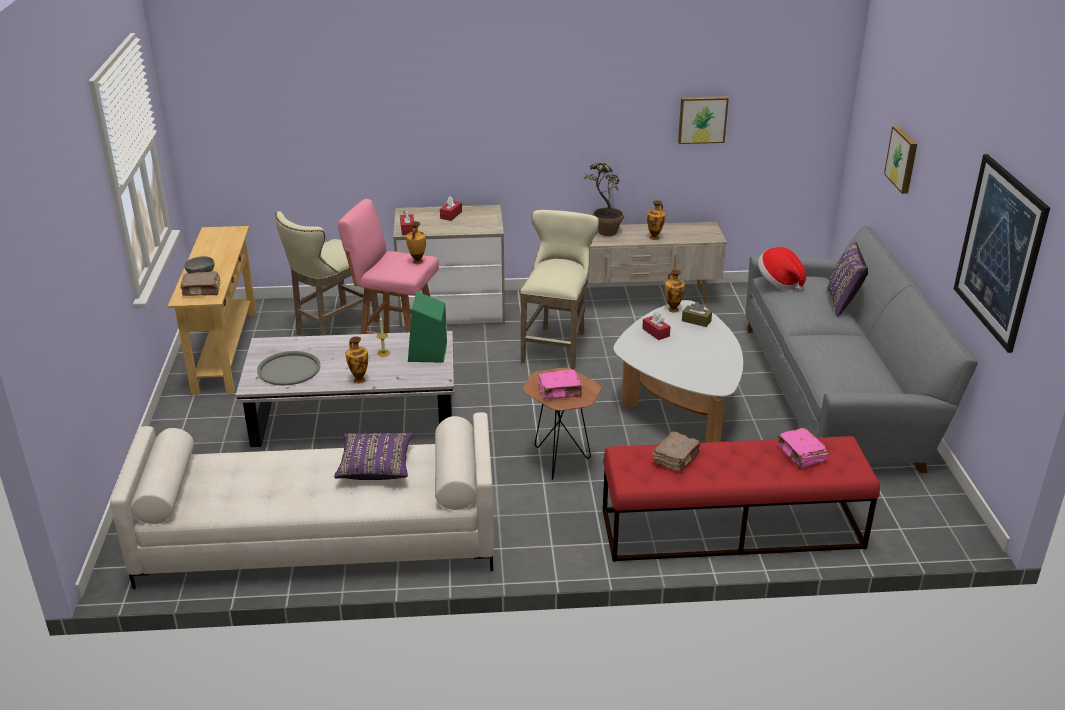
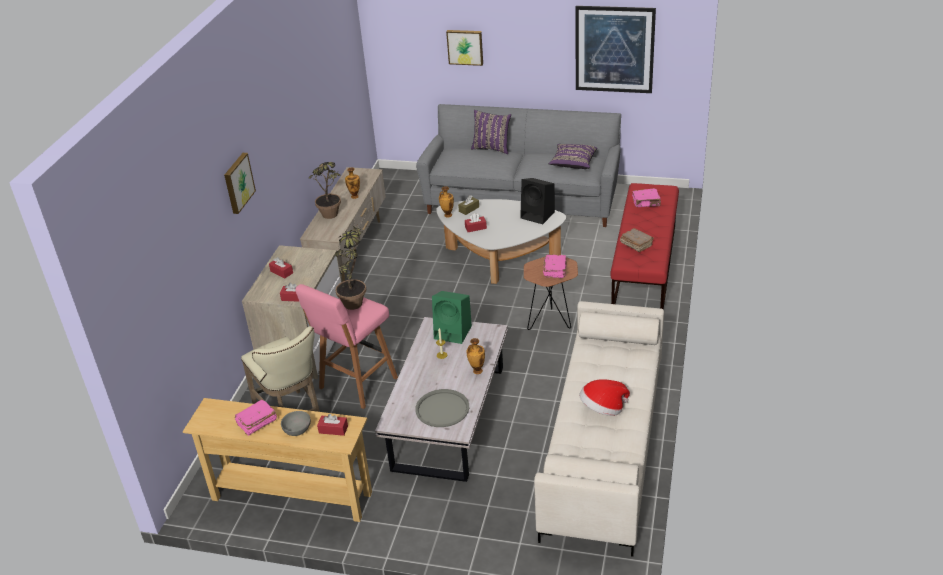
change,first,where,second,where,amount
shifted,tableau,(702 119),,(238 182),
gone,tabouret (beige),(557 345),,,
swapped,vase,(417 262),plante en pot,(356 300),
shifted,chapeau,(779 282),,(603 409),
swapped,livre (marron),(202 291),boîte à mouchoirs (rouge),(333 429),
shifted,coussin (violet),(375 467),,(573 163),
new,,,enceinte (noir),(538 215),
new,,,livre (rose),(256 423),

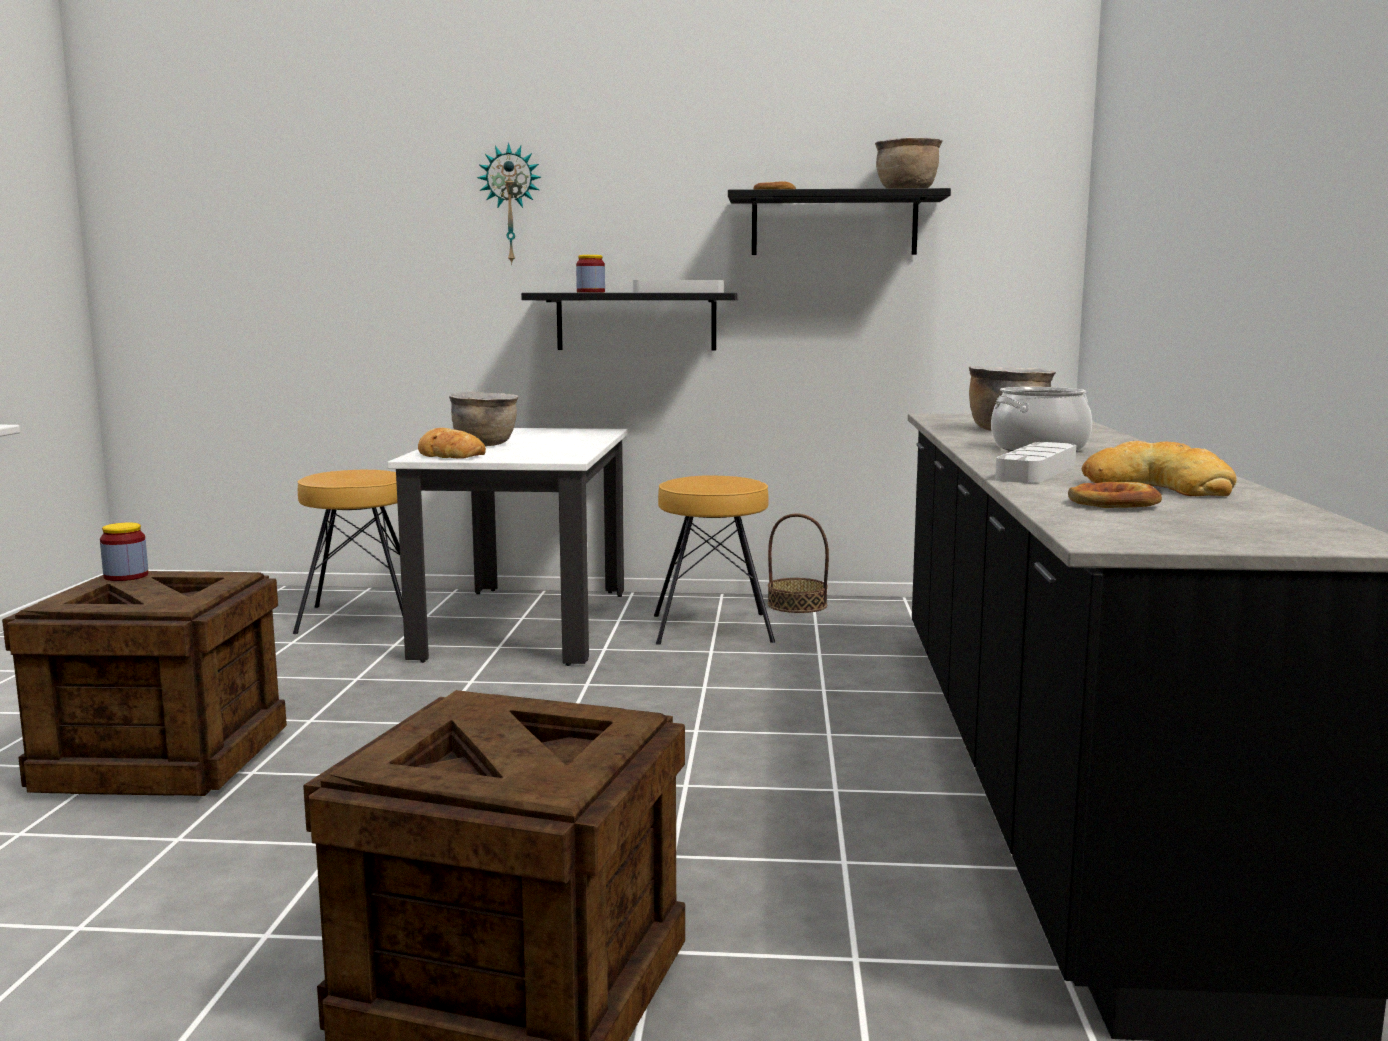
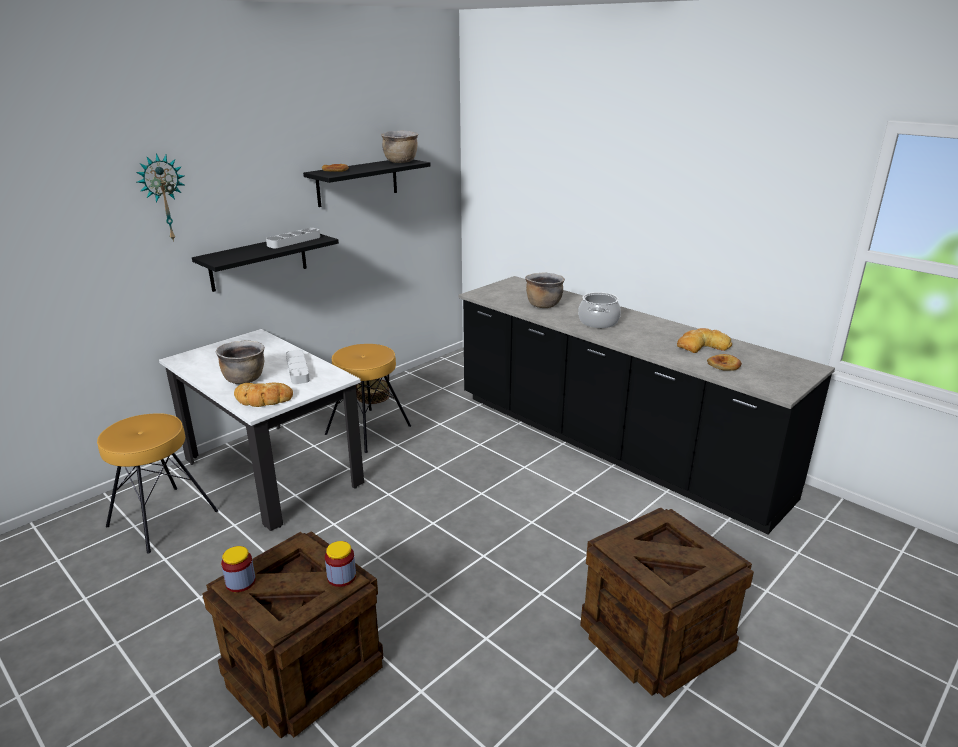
change,first,where,second,where,amount
shifted,bocal,(590 292),,(341 577),
shifted,plateau (gris),(1036 471),,(298 370),

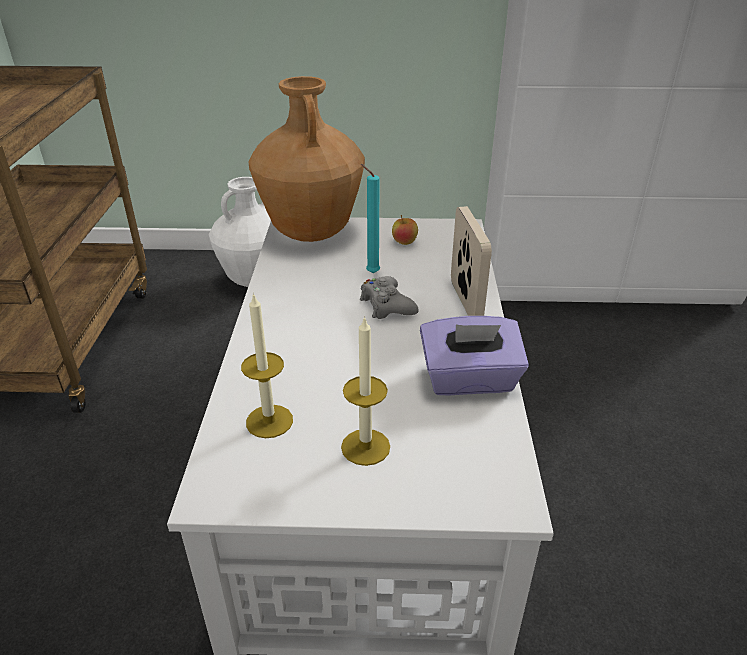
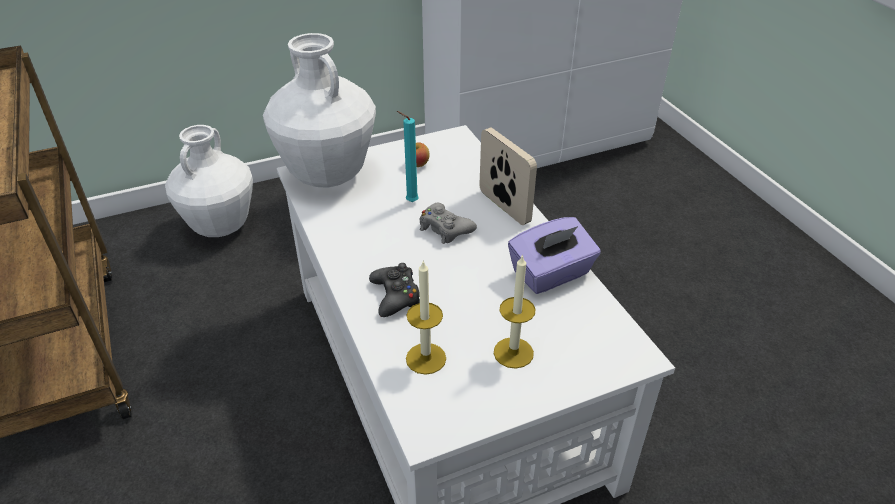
change,first,where,second,where,amount
repainted,vase (marron),(311 232),vase (blanc),(327 176),
new,,,manette (noir),(395 296),

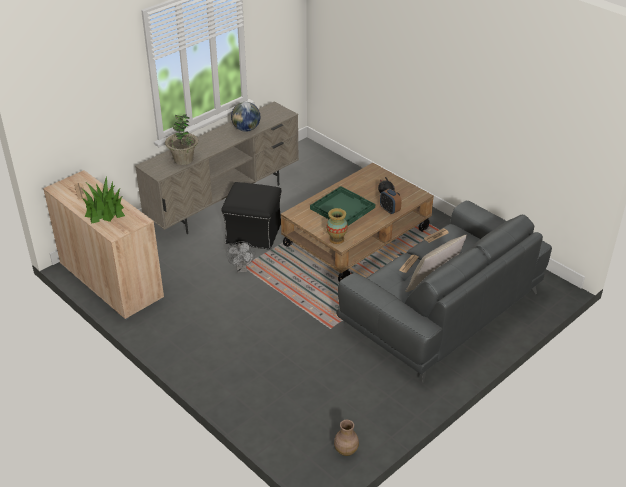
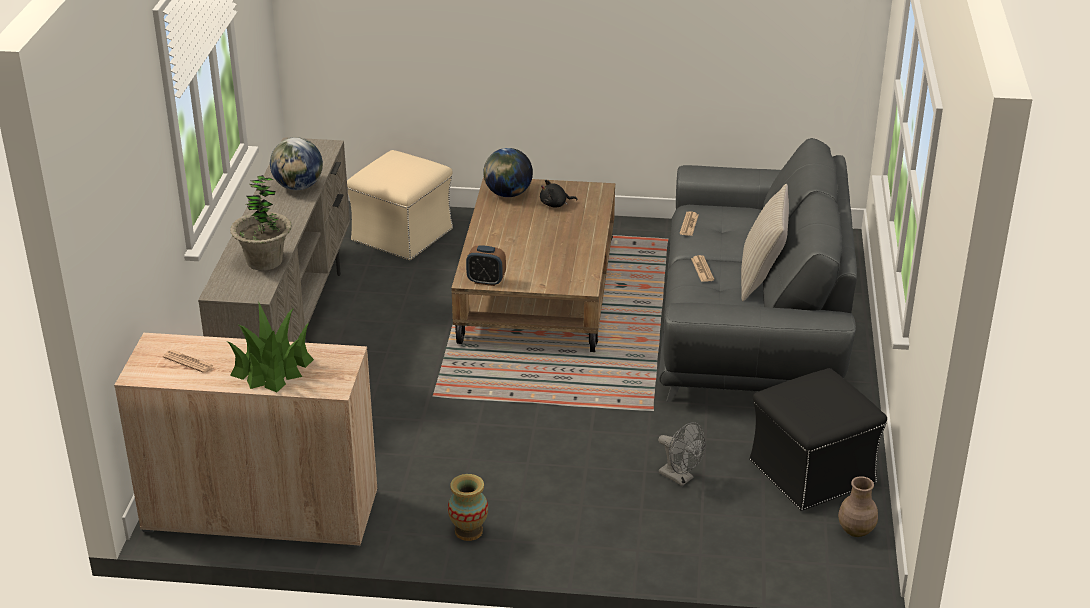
change,first,where,second,where,amount
shifted,pouf (noir),(253 233),,(811 473),
gone,plateau (vert),(342 207),,,
shifted,réveil,(389 210),,(486 281),
shifted,vase,(336 239),,(468 531),
shifted,ventilateur (gris),(241 269),,(680 478),
new,,,globe,(508 194),
new,,,pouf (beige),(403 234),

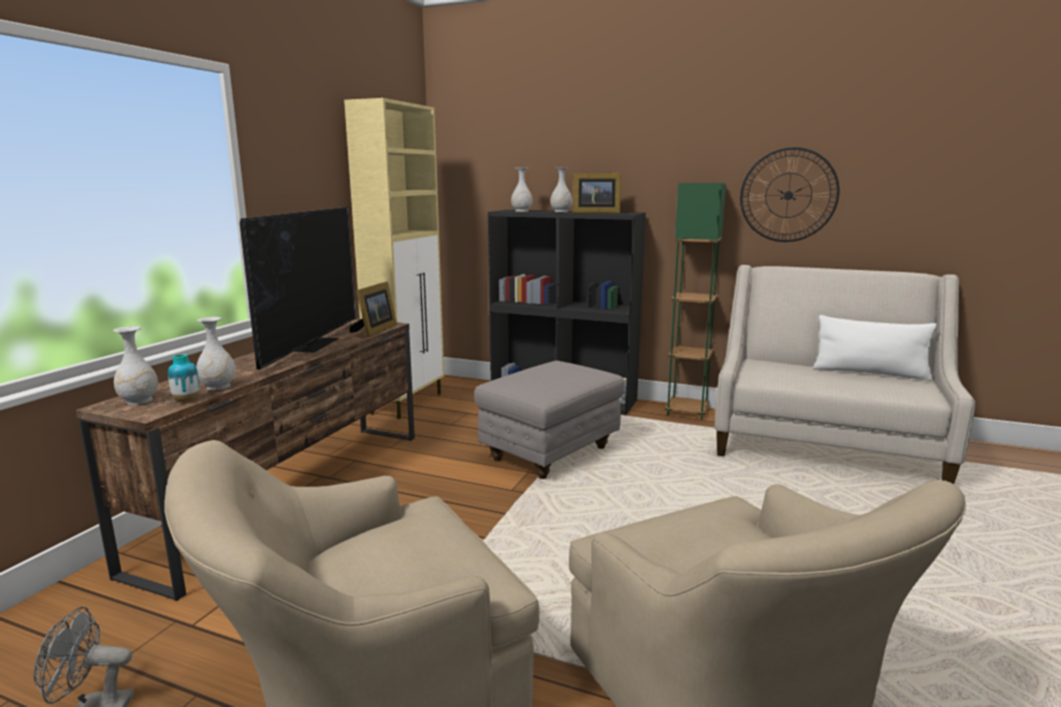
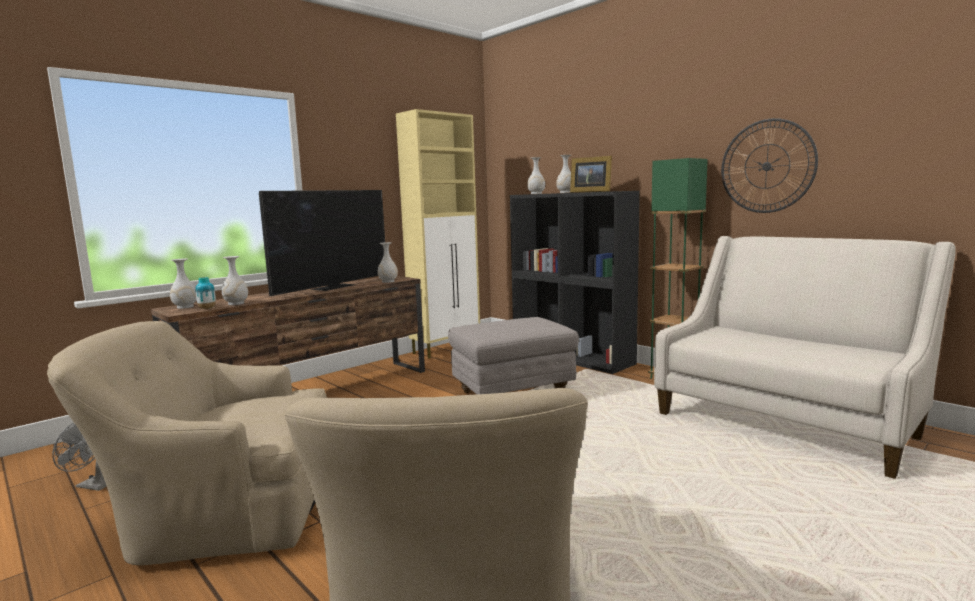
change,first,where,second,where,amount
swapped,cadre photo,(375 330),vase (blanc),(388 281),
gone,coussin (blanc),(869 373),,,

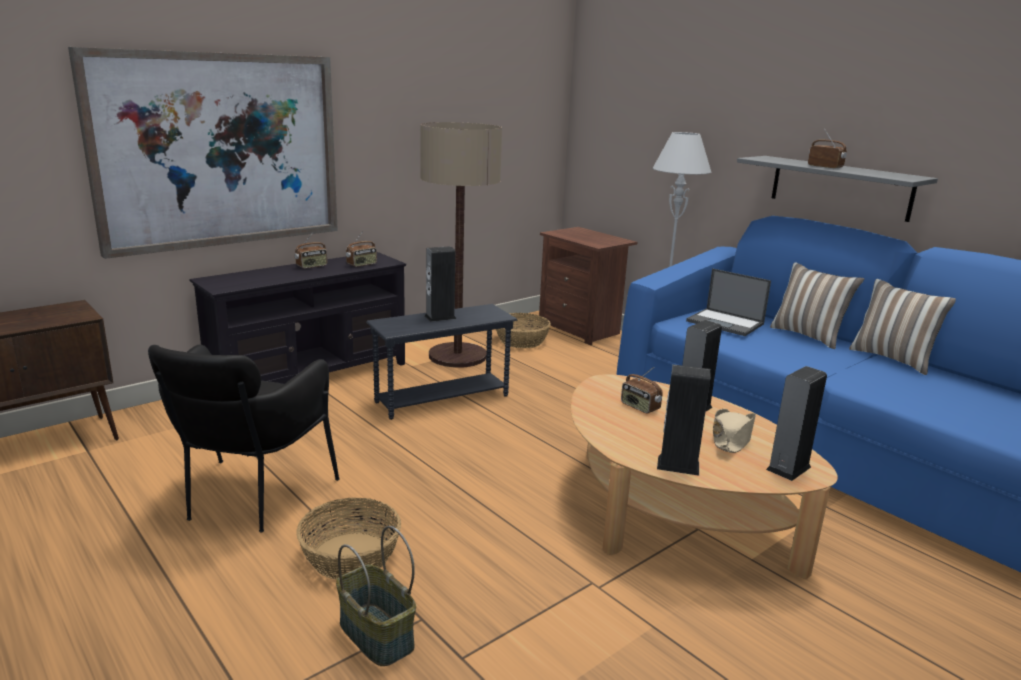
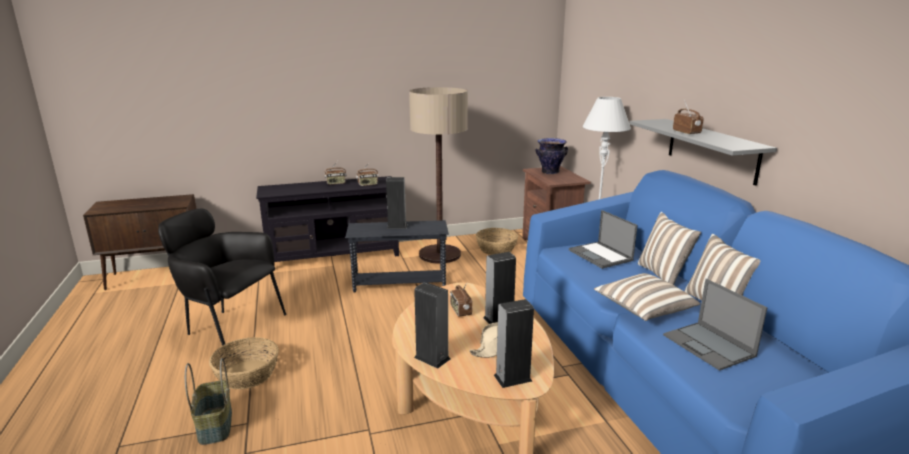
change,first,where,second,where,amount
gone,tableau,(219 150),,,
rotated,fauteuil (noir),(250 500),,(229 328),75 degrees clockwise
new,,,vase,(550 172),
new,,,coussin,(643 309),
new,,,ordinateur portable,(709 346),

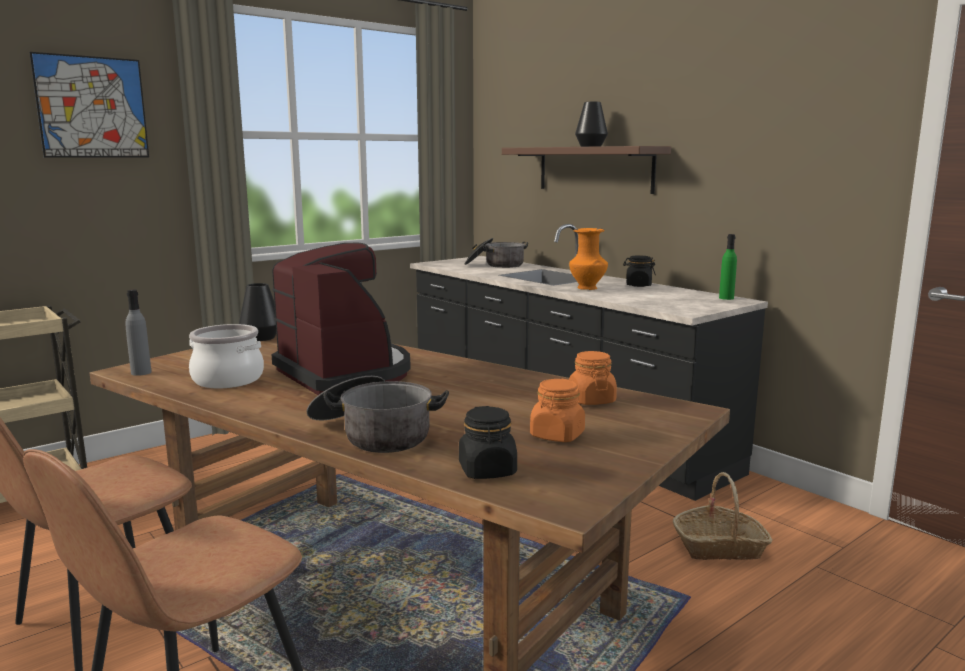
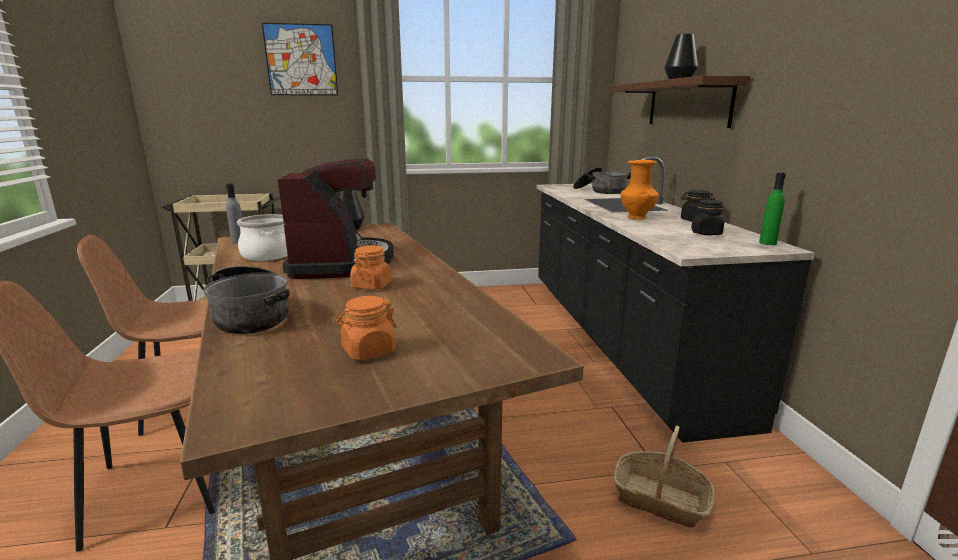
change,first,where,second,where,amount
shifted,bocal (orange),(591 400),,(371 285),
shifted,bocal (noir),(487 471),,(706 233),

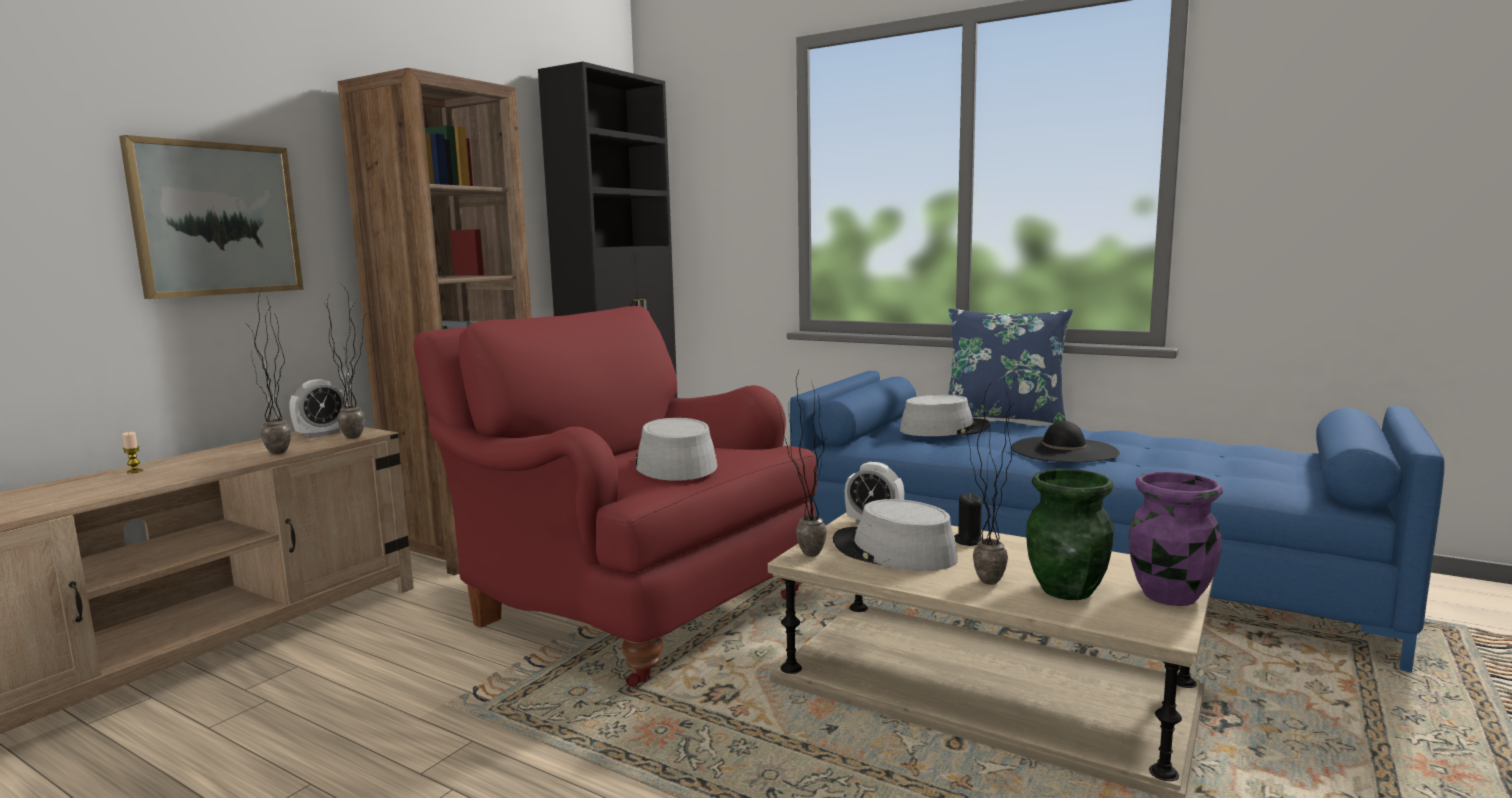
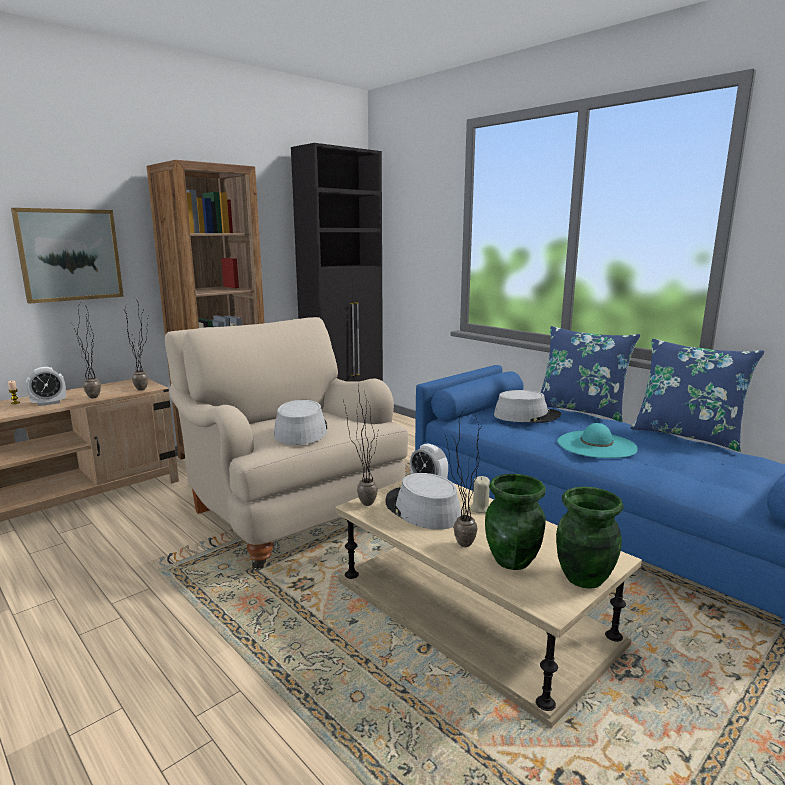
change,first,where,second,where,amount
repainted,fauteuil (rouge),(629 606),fauteuil (beige),(289 512),
shifted,réveil,(322 434),,(49 403),
repainted,chapeau (noir),(1064 450),chapeau (turquoise),(596 445),
repainted,vase (violet),(1169 596),vase (vert),(583 578),
repainted,bougie (noir),(968 541),bougie (beige),(480 509),
new,,,coussin (bleu),(687 435),

